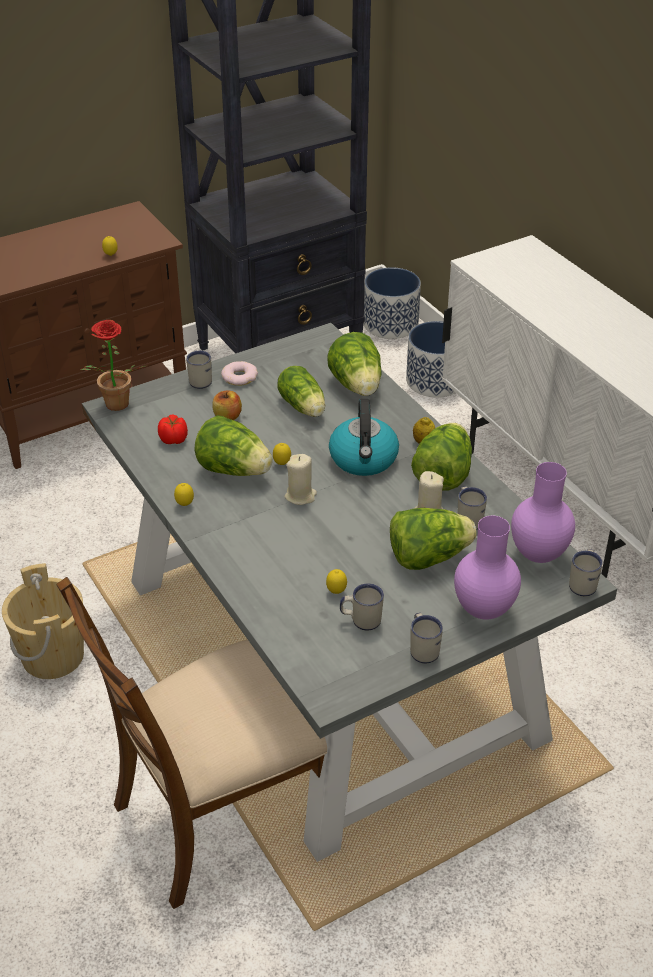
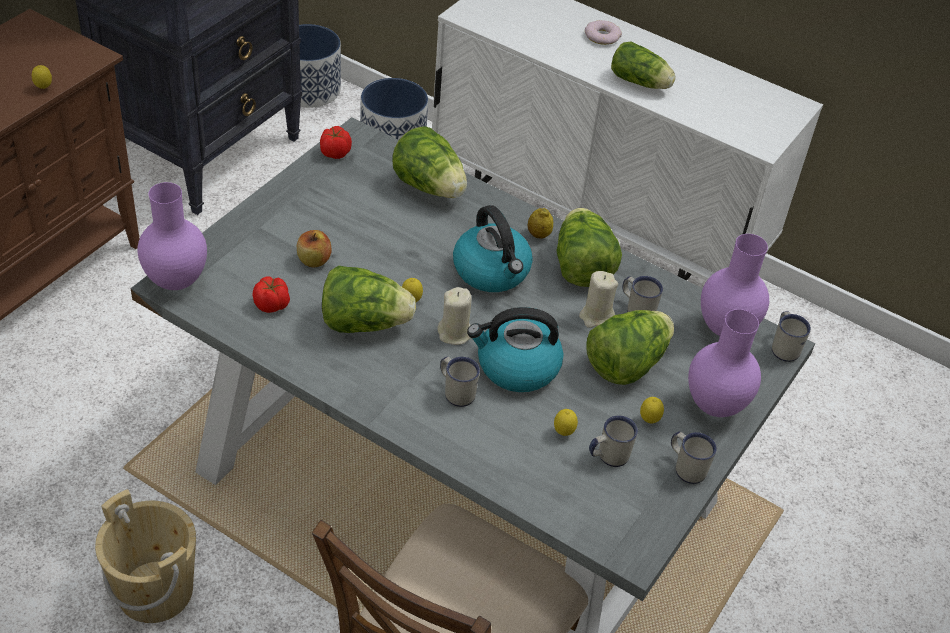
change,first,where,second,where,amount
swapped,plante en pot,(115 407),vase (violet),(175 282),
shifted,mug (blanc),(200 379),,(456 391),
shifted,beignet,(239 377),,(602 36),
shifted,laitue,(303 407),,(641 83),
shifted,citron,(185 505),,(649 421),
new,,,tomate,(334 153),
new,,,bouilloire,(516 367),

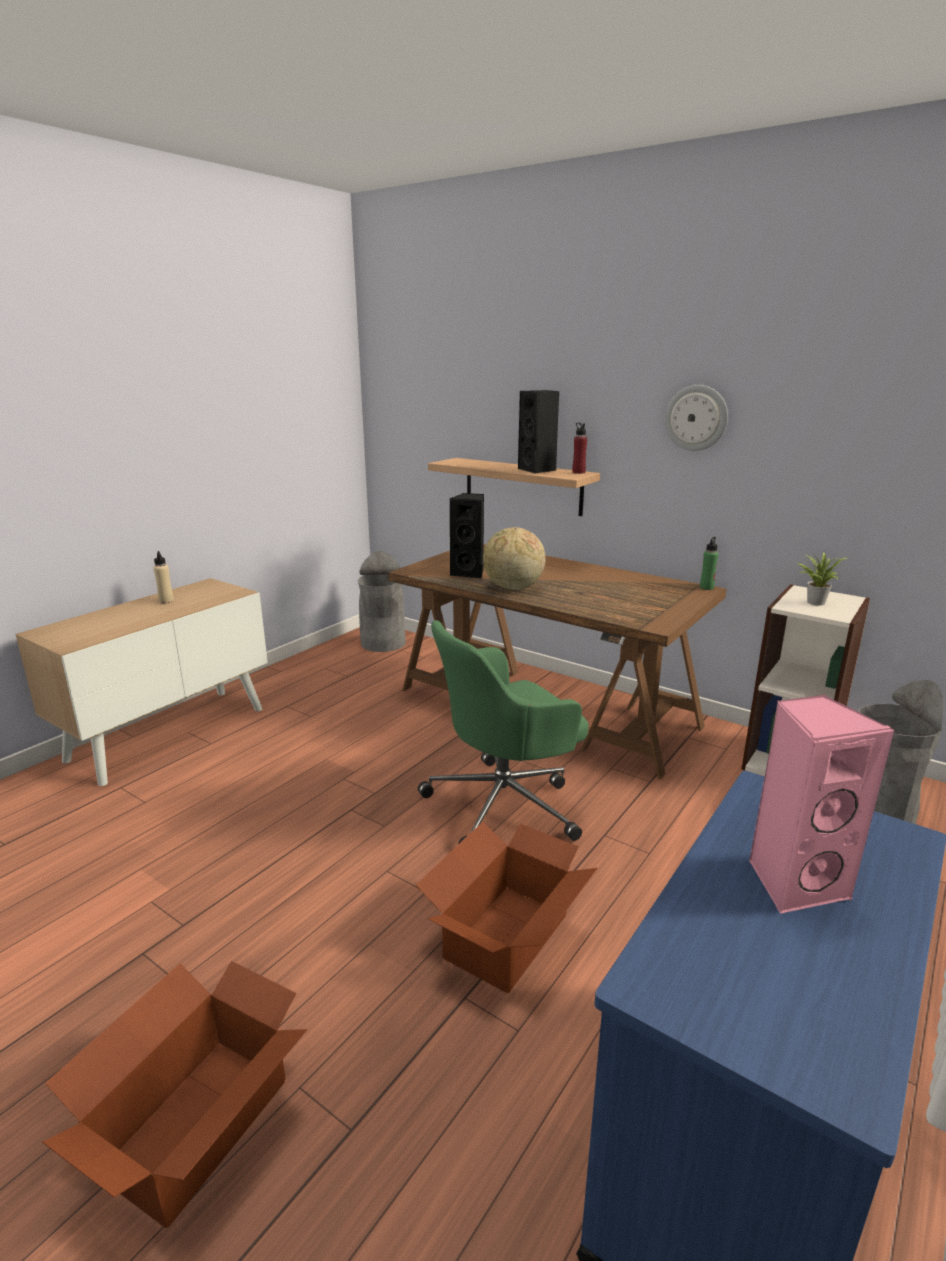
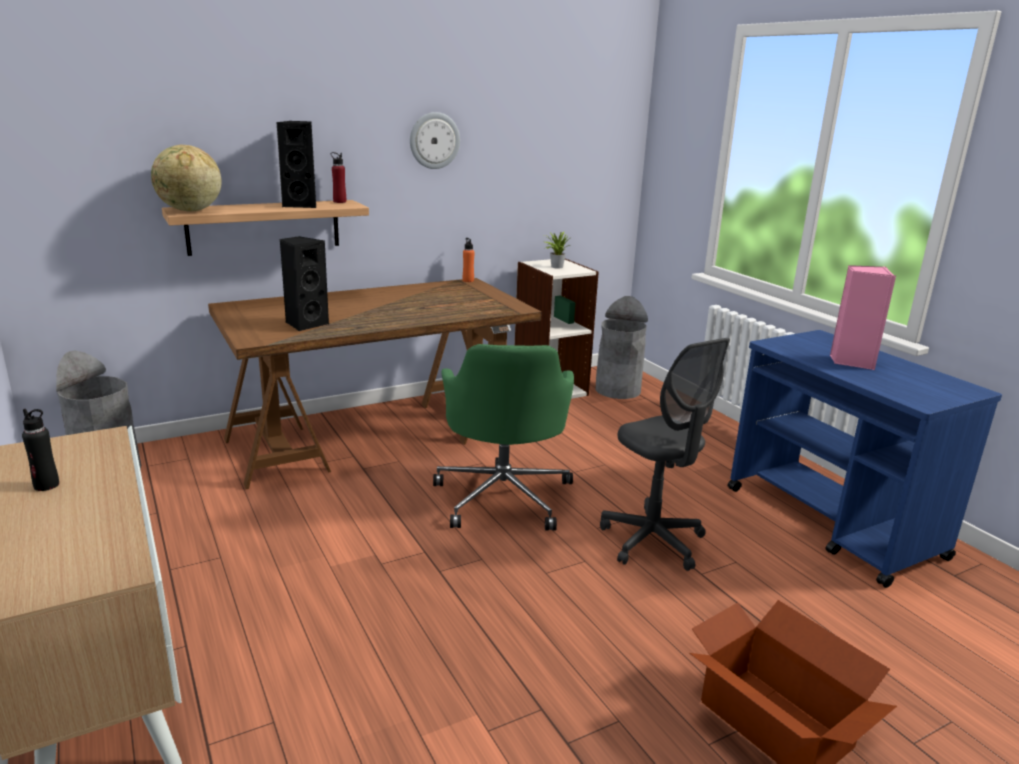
change,first,where,second,where,amount
shifted,globe,(513 588),,(190 211),
repainted,bouteille (vert),(706 587),bouteille (orange),(468 280),
repainted,bouteille (beige),(166 601),bouteille (noir),(46 485),
swapped,carton,(504 936),chaise de bureau (gris),(652 541),

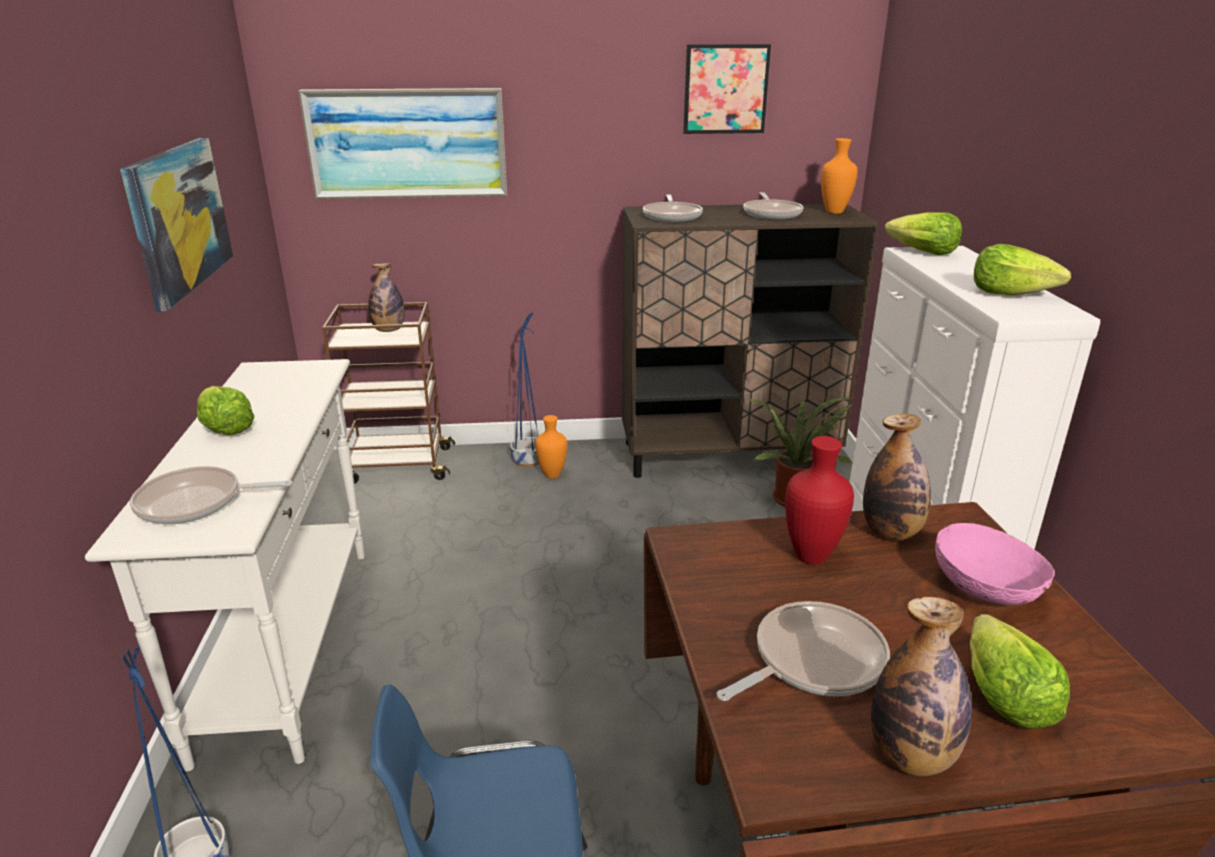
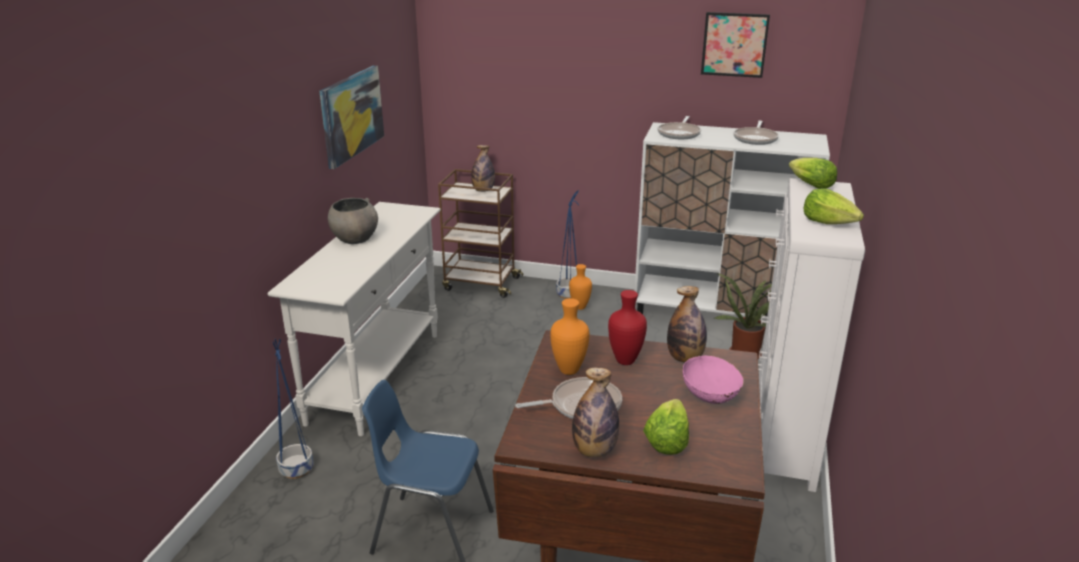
change,first,where,second,where,amount
gone,tableau,(407 143),,,
shifted,vase (orange),(833 212),,(568 370),
repainted,meuble de rangement (marron),(728 455),meuble de rangement (blanc),(716 315),
swapped,laitue,(225 427),bol (gris),(354 239),
gone,poêle,(196 503),,,

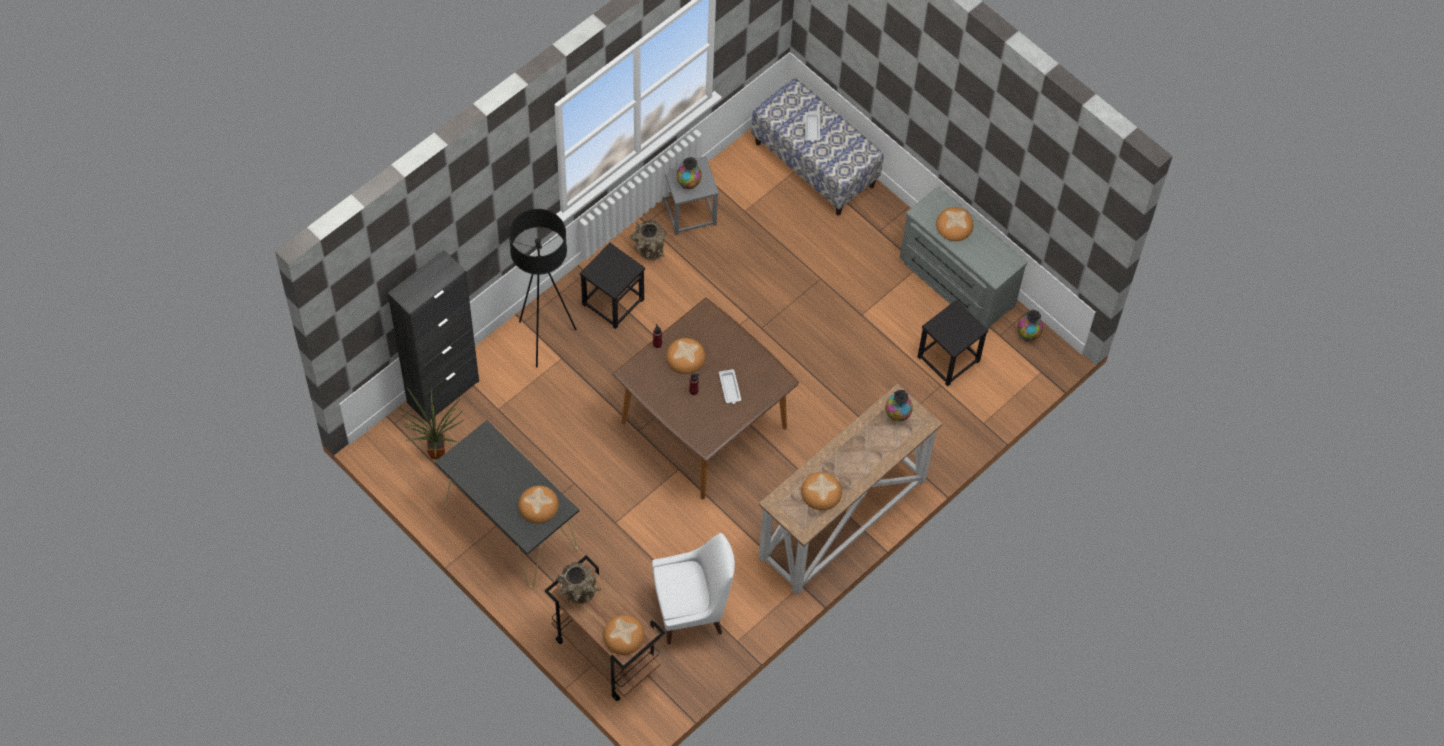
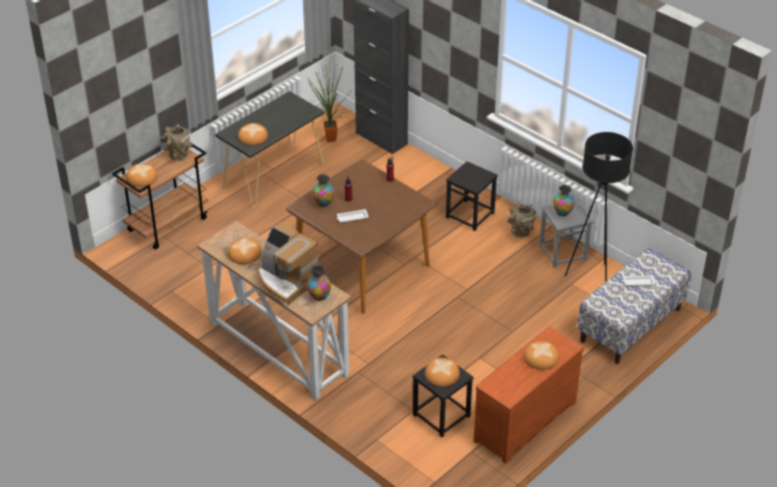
change,first,where,second,where,amount
repainted,commode (gris),(955 283),commode (marron),(523 420),
shifted,lampadaire (noir),(545 339),,(592 279),
shifted,vase,(1028 335),,(323 203),
shifted,pain,(685 357),,(442 374),
gone,chaise (blanc),(692 610),,,
new,,,machine à café,(286 280),

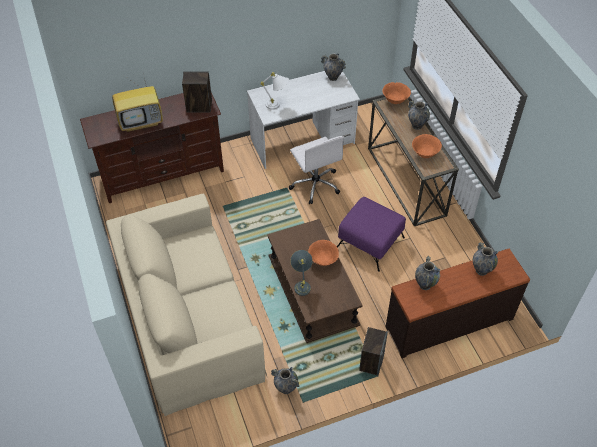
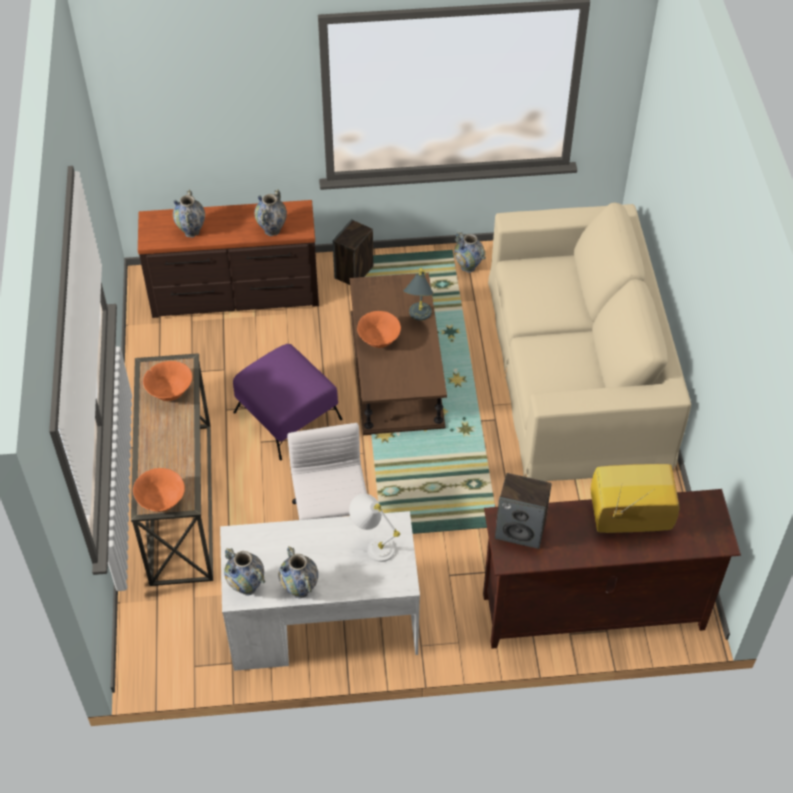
change,first,where,second,where,amount
shifted,vase,(417 125),,(300 589),

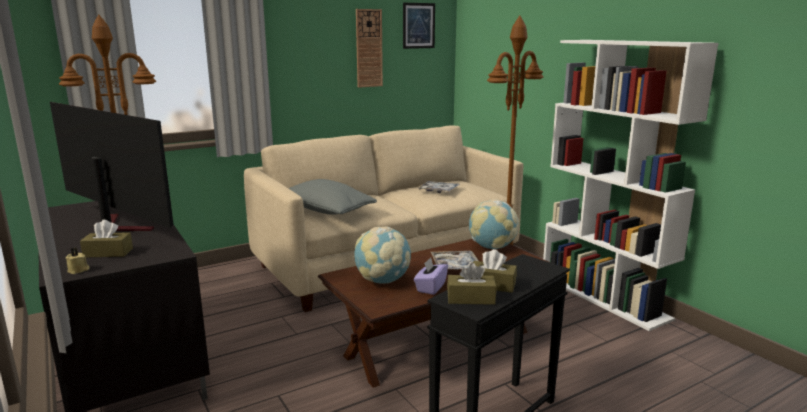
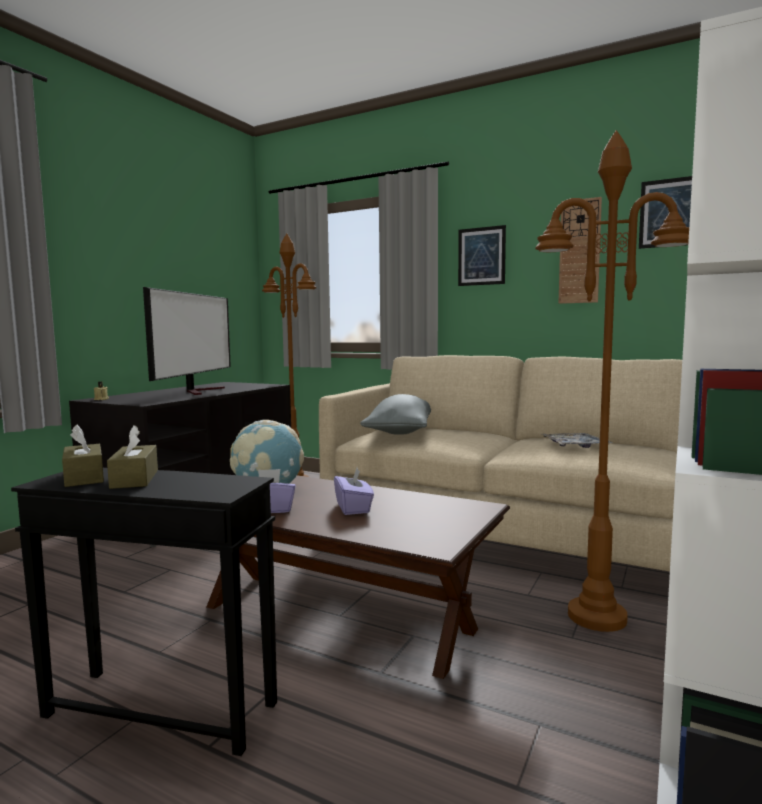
change,first,where,second,where,amount
gone,globe,(492 247),,,
gone,boîte à mouchoirs (marron),(108 253),,,
swapped,plateau,(455 266),boîte à mouchoirs (violet),(353 508),
new,,,tableau,(481 256),

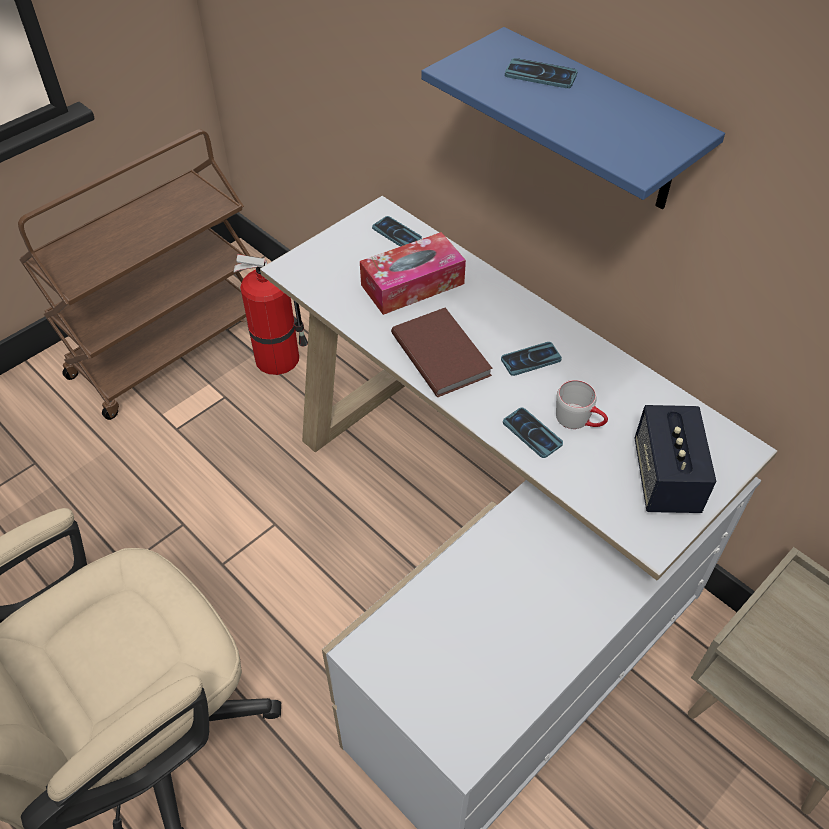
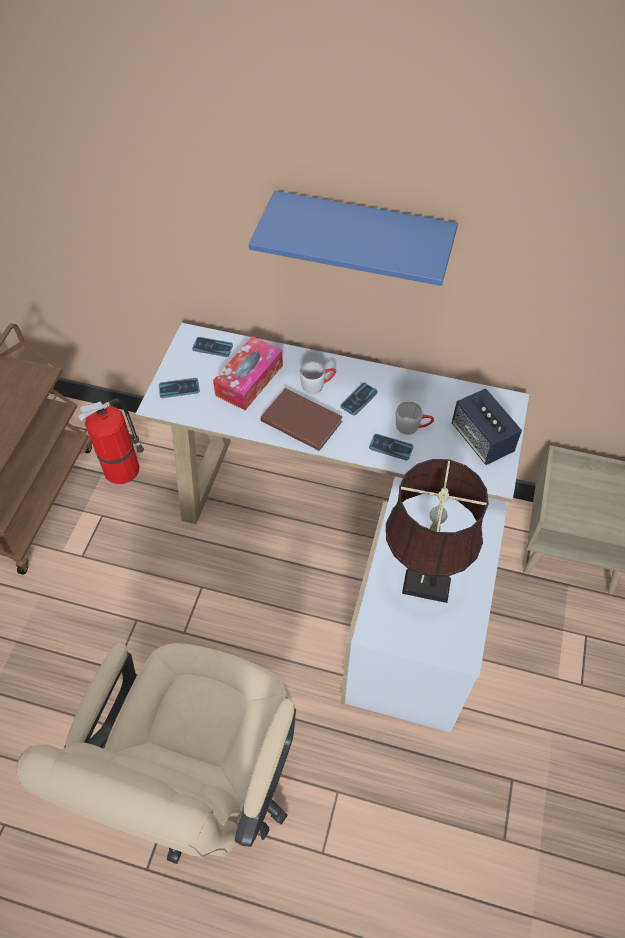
change,first,where,second,where,amount
shifted,téléphone,(540 75),,(179 388),
new,,,mug (gris),(318 384),
new,,,lampe de table (marron),(421 585),

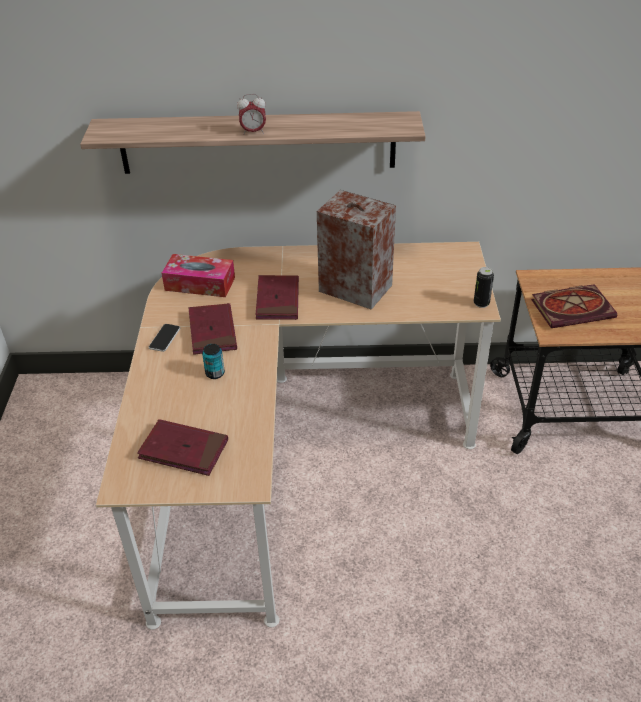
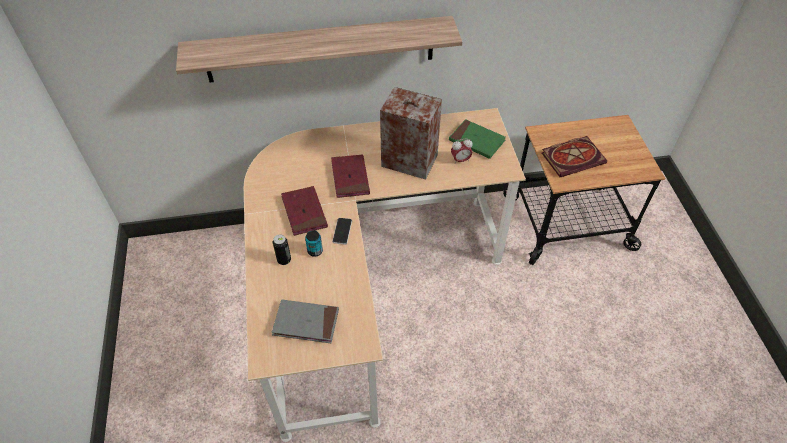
change,first,where,second,where,amount
shifted,réveil,(253 132),,(460 160),
gone,boîte à mouchoirs,(200 284),,,
shifted,boîte métallique,(481 303),,(284 260),
shifted,téléphone,(164 338),,(342 231),
repainted,livre (rouge),(184 450),livre (gris),(306 323),
new,,,livre (vert),(476 141),

